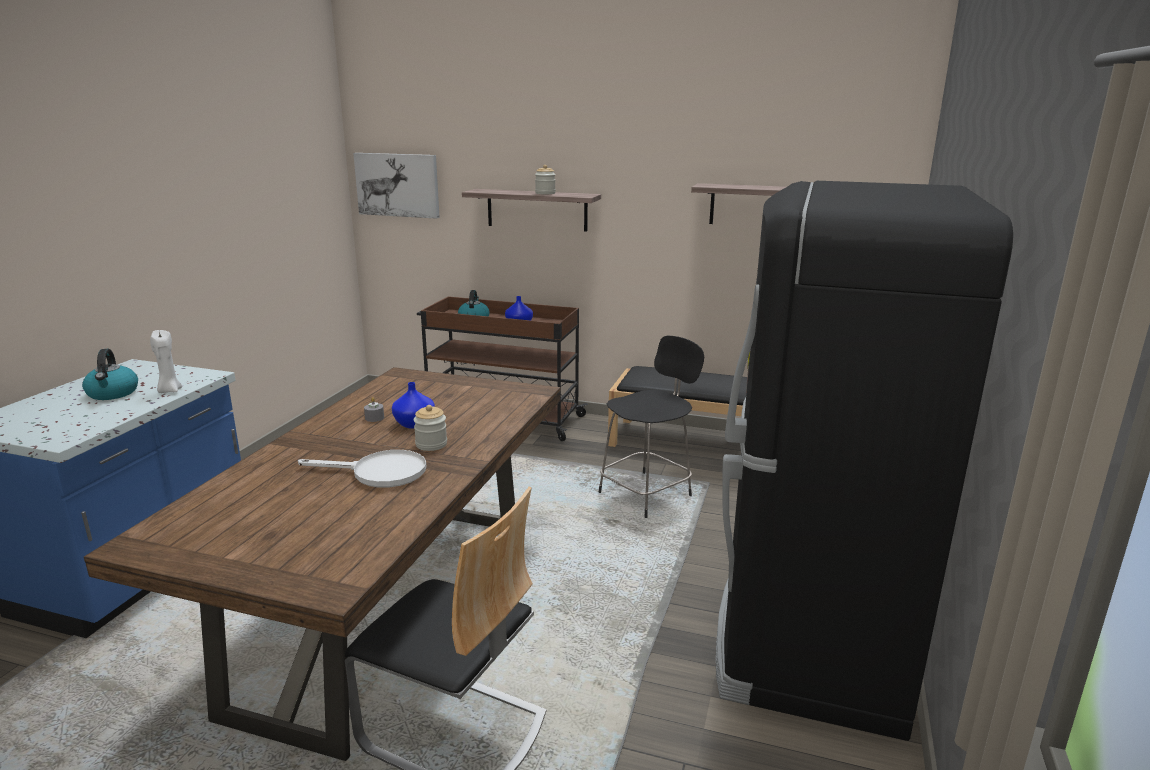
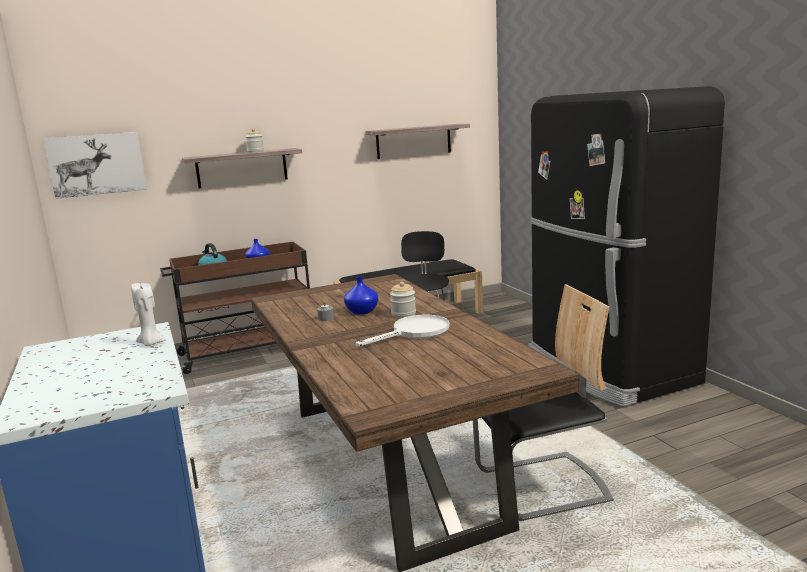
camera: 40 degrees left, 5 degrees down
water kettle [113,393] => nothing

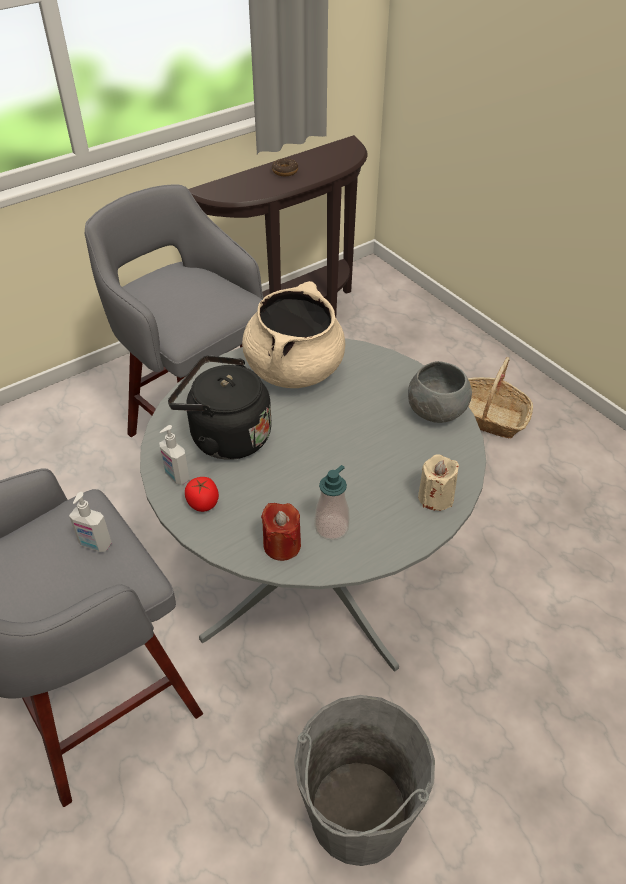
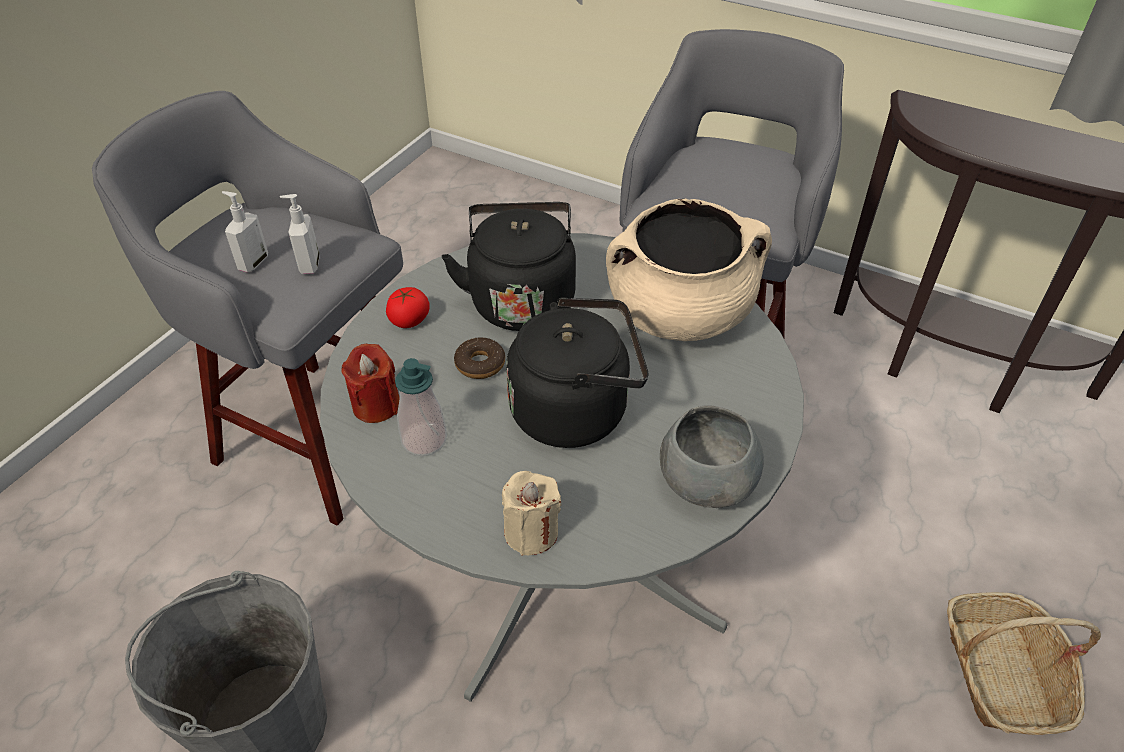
camera: 65 degrees right, 0 degrees up
liquid soap bottle [176,476] => liquid soap bottle [252,263], shifted
doughnut [285,171] => doughnut [480,364], shifted
nothing => black water kettle [576,410]

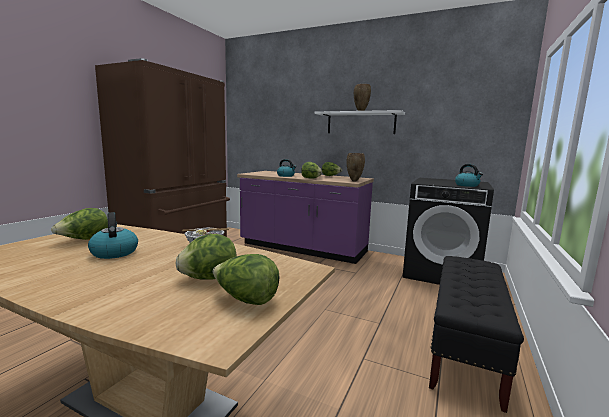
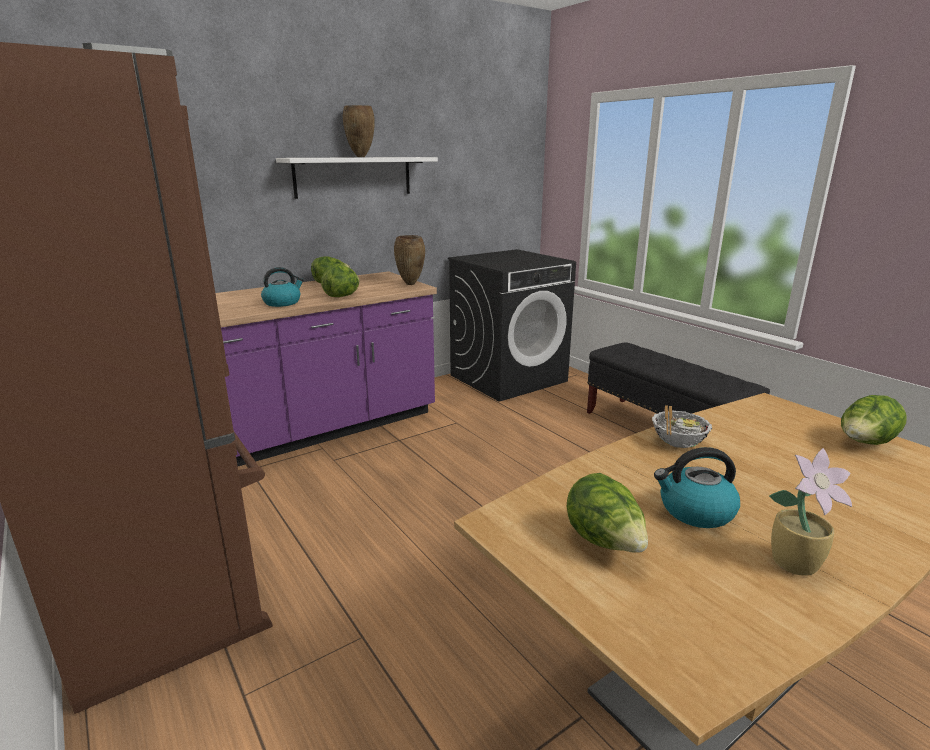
camera: 60 degrees left, 10 degrees up
lettuce head [209,278] => nothing
water kettle [467,185] => nothing
nothing => houseplant [797,563]

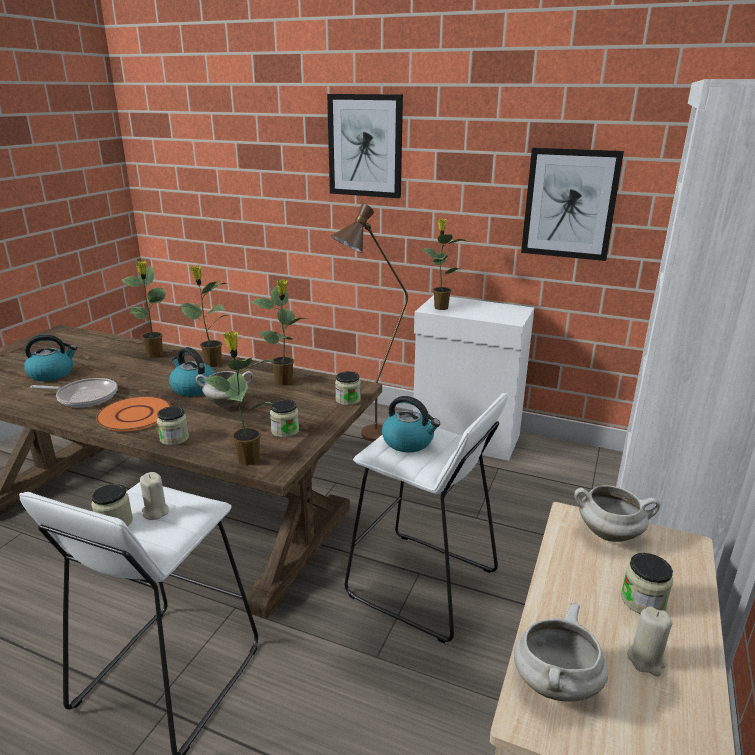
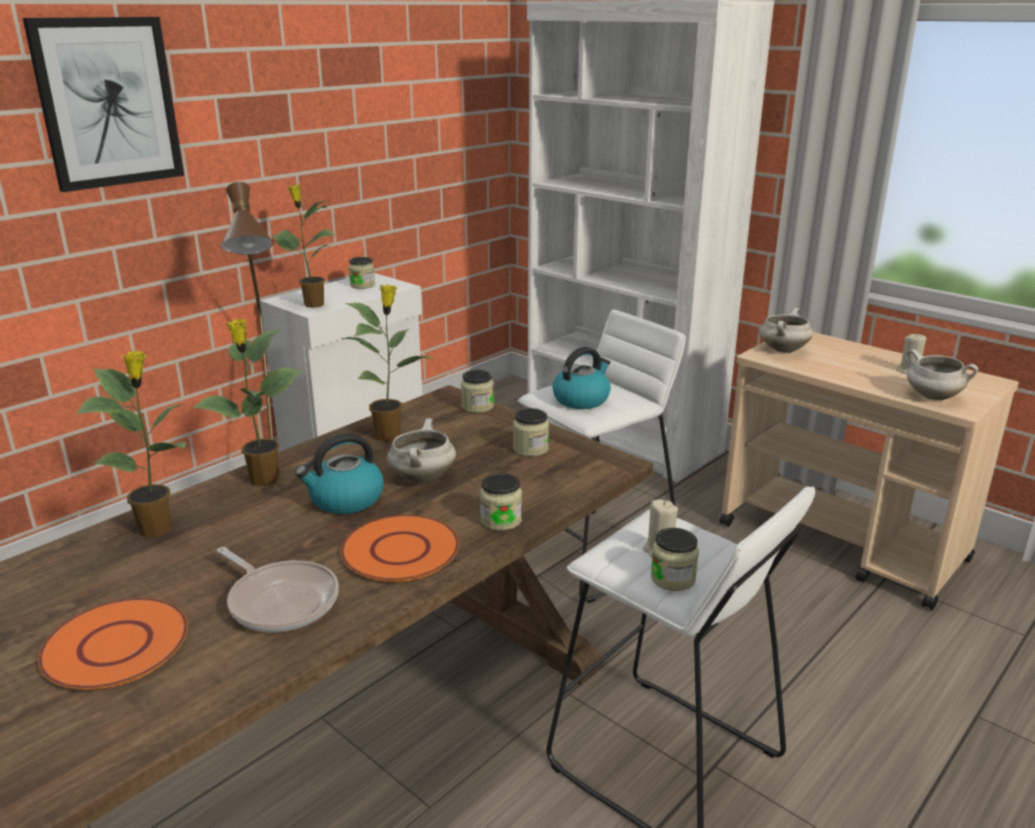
camera: 70 degrees left, 0 degrees up
water kettle [52,373] => orangey flat dish [115,646]
pan [84,397] => pan [280,601], 105 degrees clockwise
houseplant [247,459] => nothing
wall picture [570,204] => nothing
storage jar [643,601] => storage jar [362,285], shifted

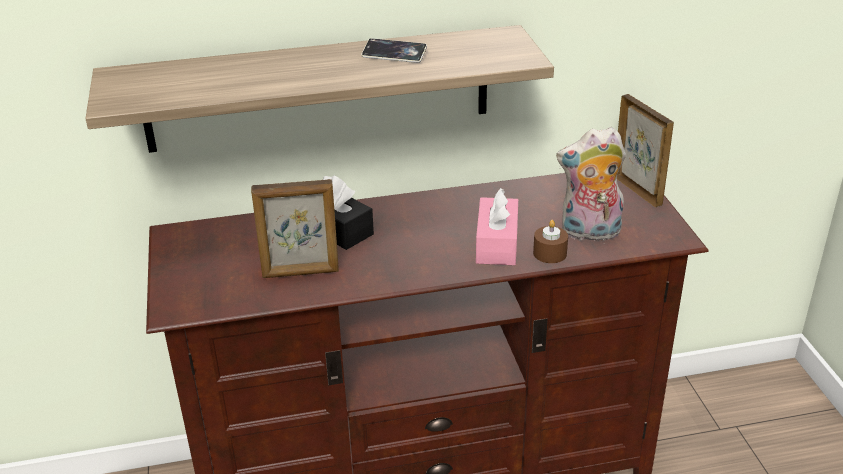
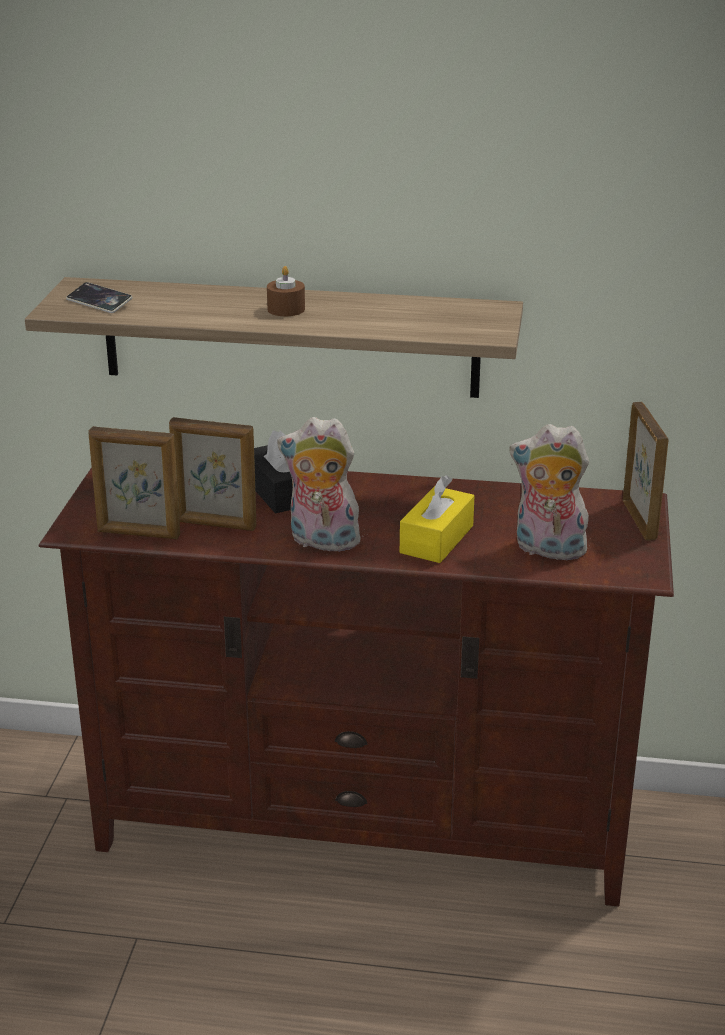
camera: 20 degrees right, 5 degrees down
phone [394,55] => phone [99,302], shifted
pink box of tissues [497,243] => yellow box of tissues [436,539]
brown candle [550,253] => brown candle [286,309], shifted
nothing => photo frame [138,534]
nothing => cuddly toy [321,542]

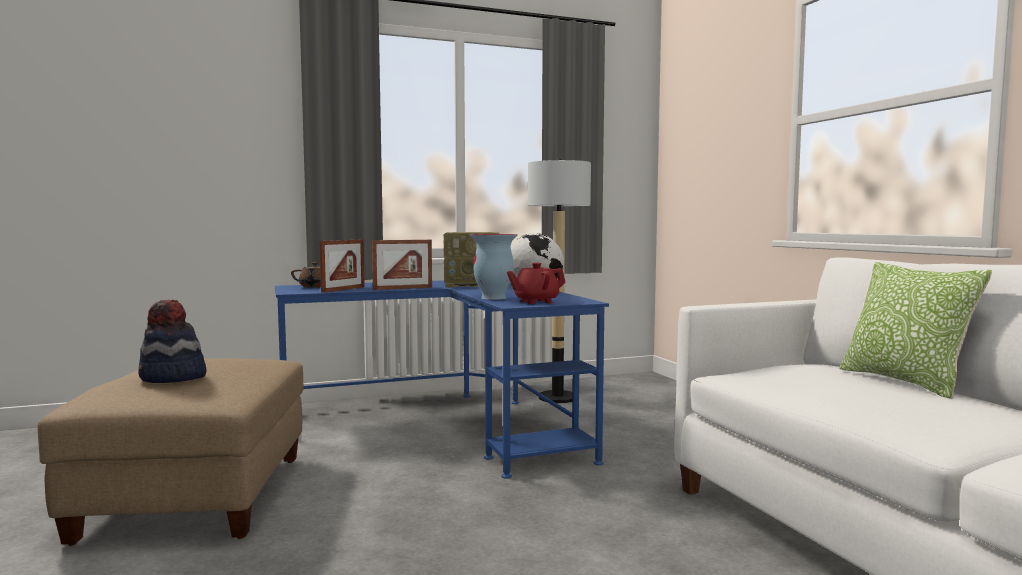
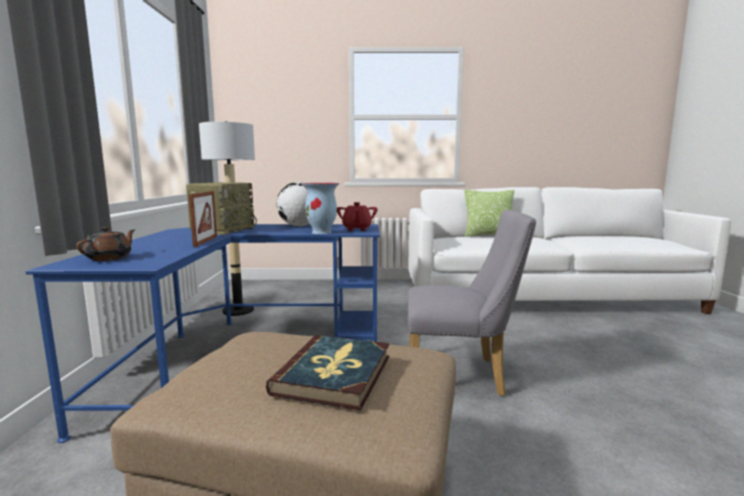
camera: 70 degrees left, 5 degrees up
hat [172,378] => volume [335,374]
photo frame [343,289] => nothing
nothing => greyish upright chair [461,376]

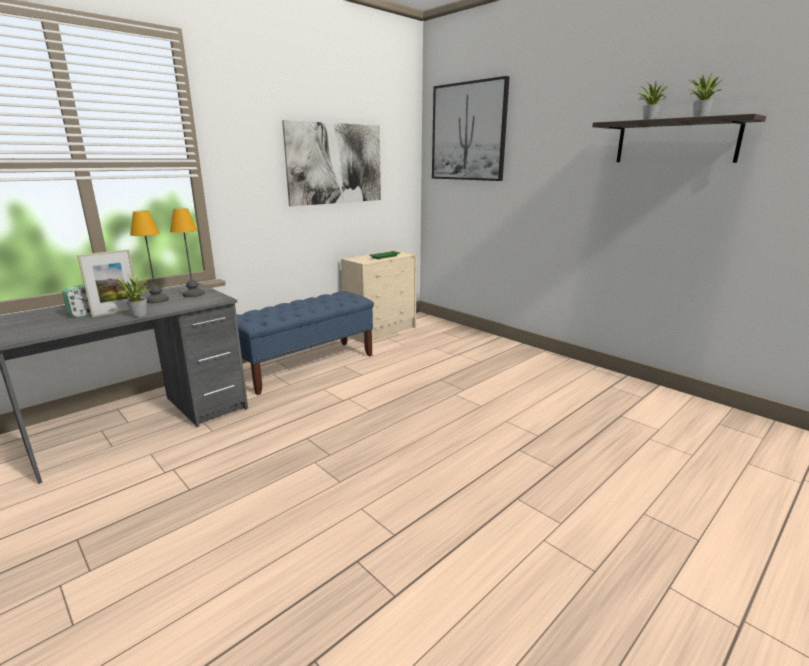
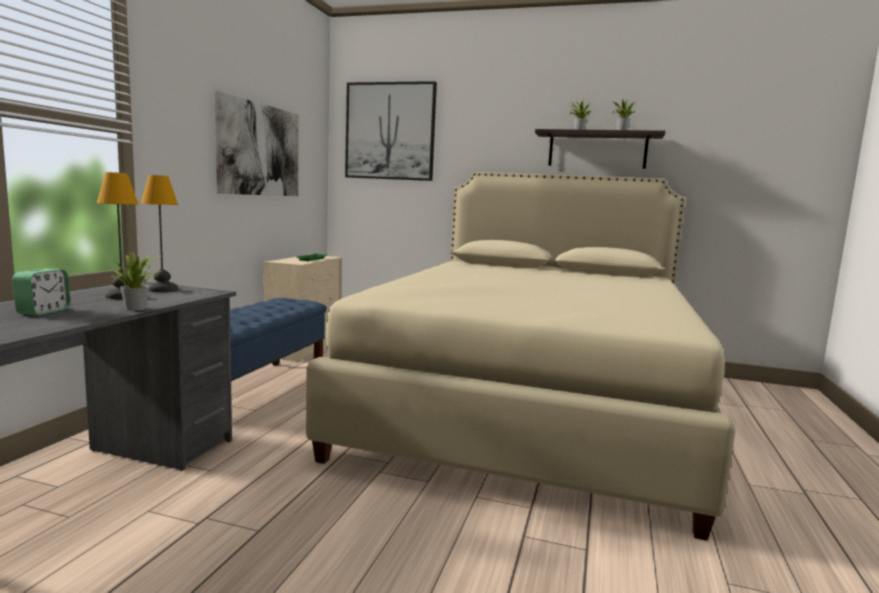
camera: 30 degrees left, 10 degrees down
photo frame [116,312] => nothing
nothing => sand-coloured sleeping bed [529,404]

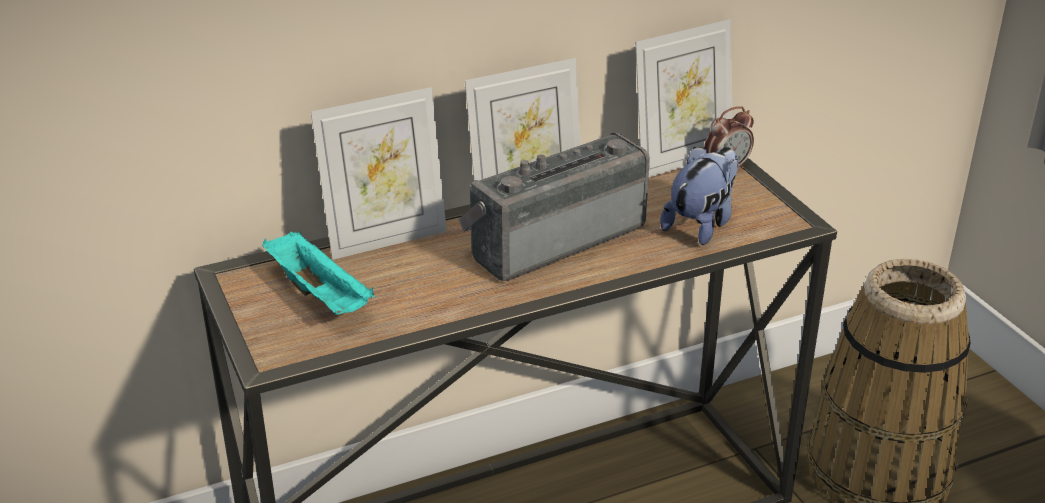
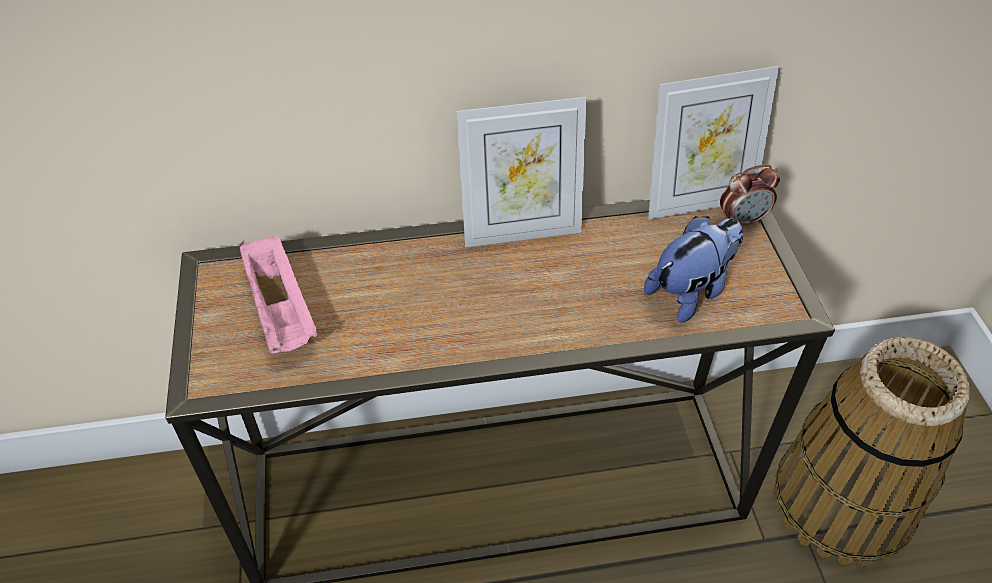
camera: 15 degrees right, 15 degrees up
blue-green tray [321,295] => pink tray [282,311]
photo frame [386,239] => nothing
radio set [554,238] => nothing

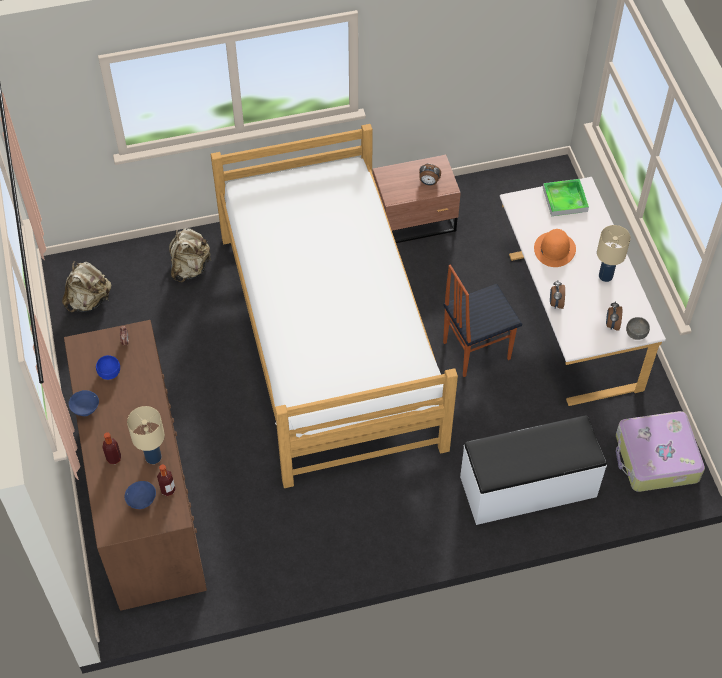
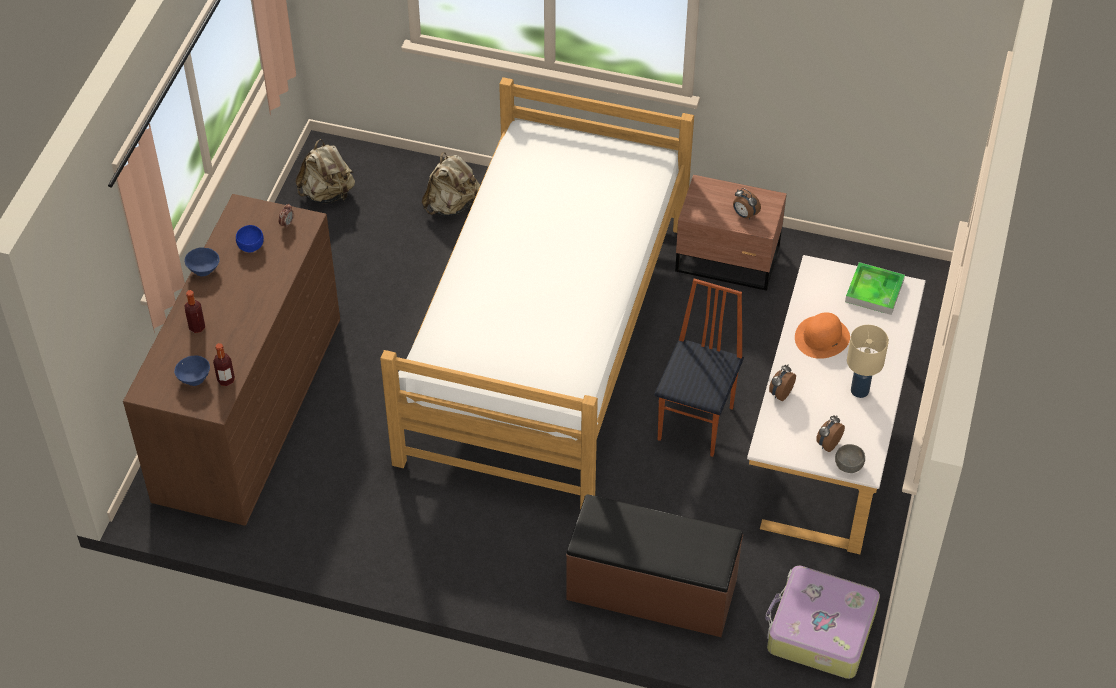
camera: 30 degrees right, 5 degrees down
sand-coloured lamp for a table [153,456] => nothing
upright chair [475,350] => upright chair [697,423], 105 degrees clockwise
white bench [528,487] => brown bench [651,590]

